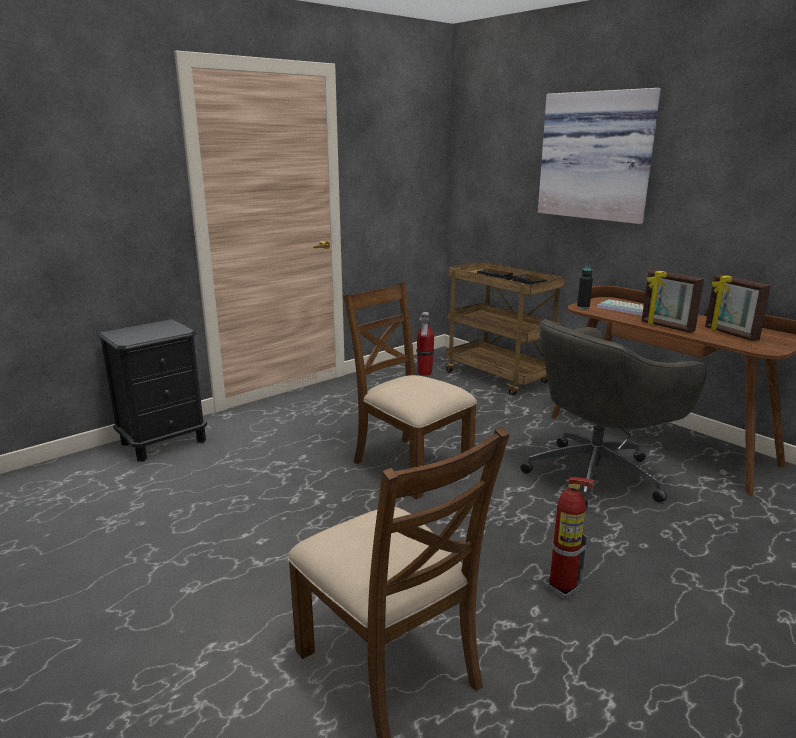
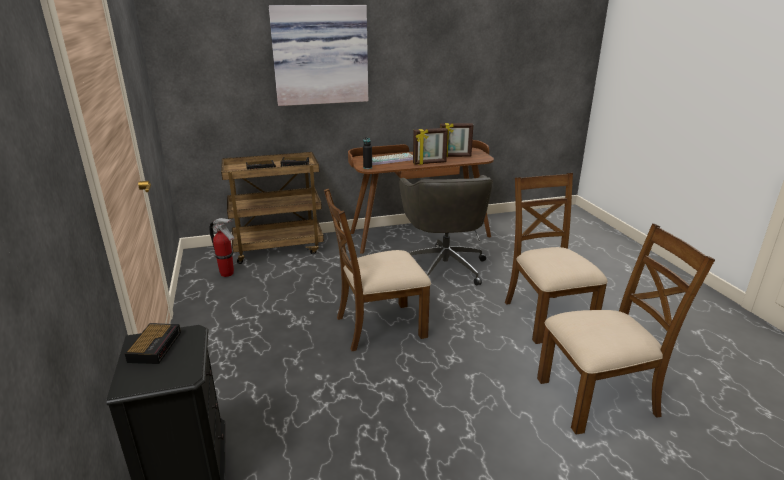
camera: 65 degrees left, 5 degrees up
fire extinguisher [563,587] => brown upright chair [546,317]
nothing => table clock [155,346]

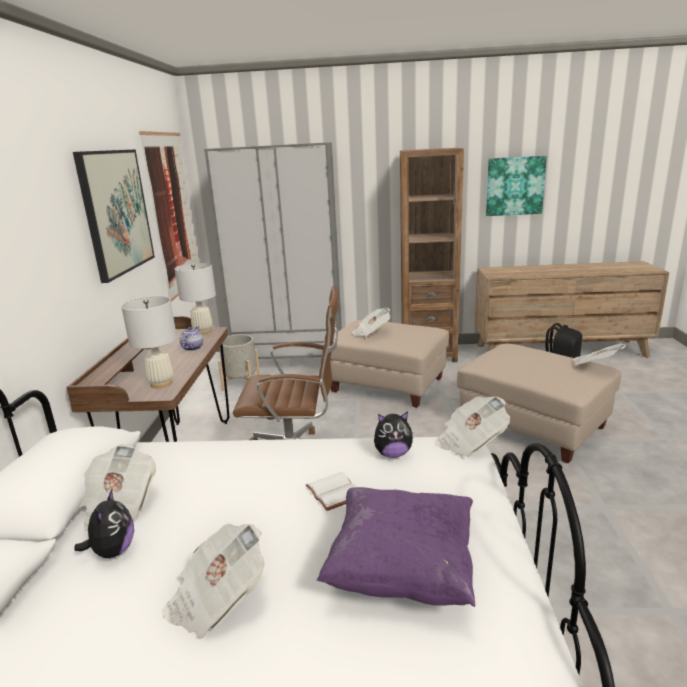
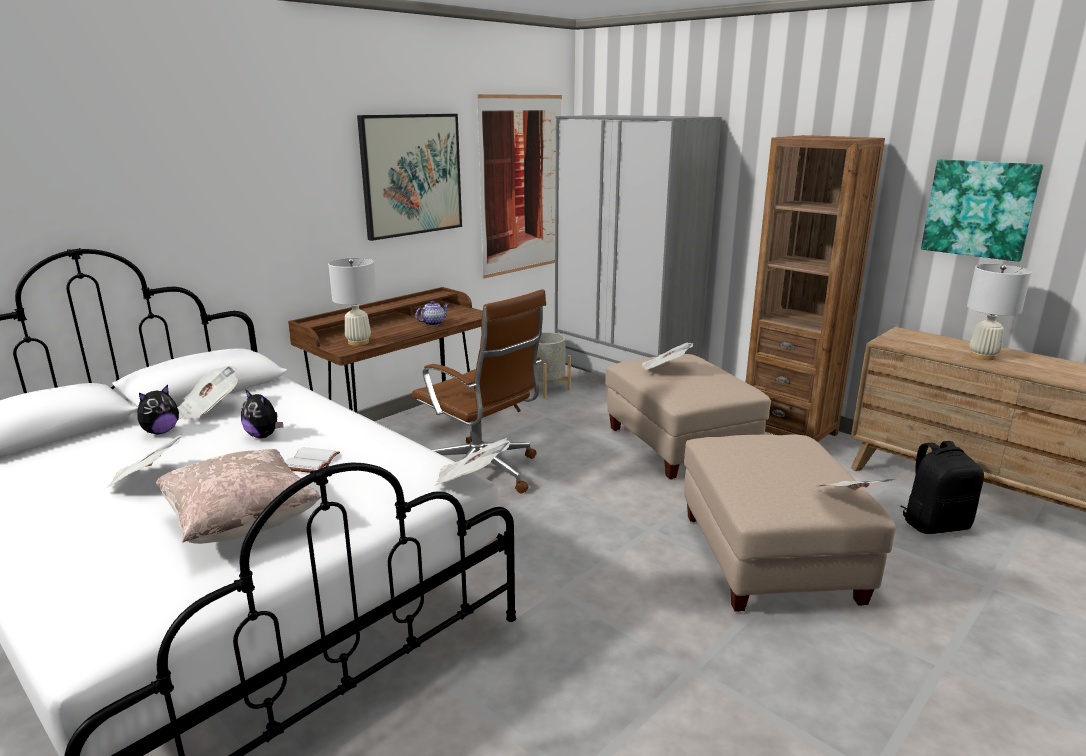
camera: 40 degrees right, 0 degrees up
white lamp for a table [203,331] => white lamp for a table [982,356], shifted
purple throw pillow [402,570] => sand-coloured throw pillow [242,523]
cuddly toy [393,454] => cuddly toy [264,435], shifted

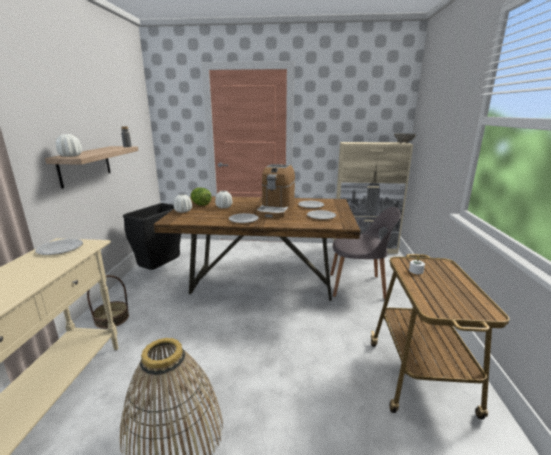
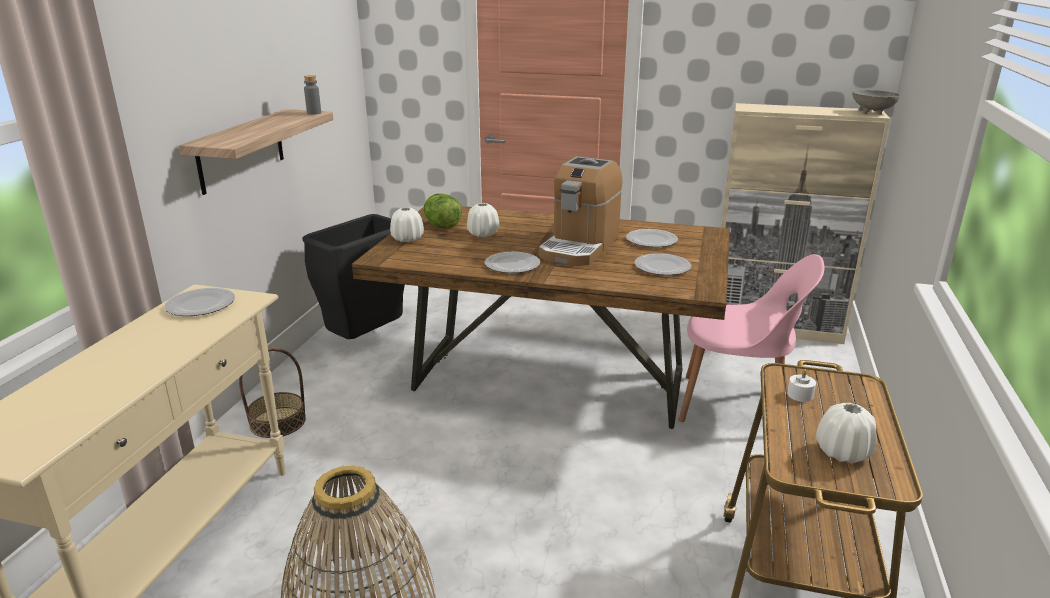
camera: 10 degrees right, 5 degrees up
white flower vase [70,156] => white flower vase [842,452], shifted
greyish upright chair [358,286] => pink upright chair [736,406]

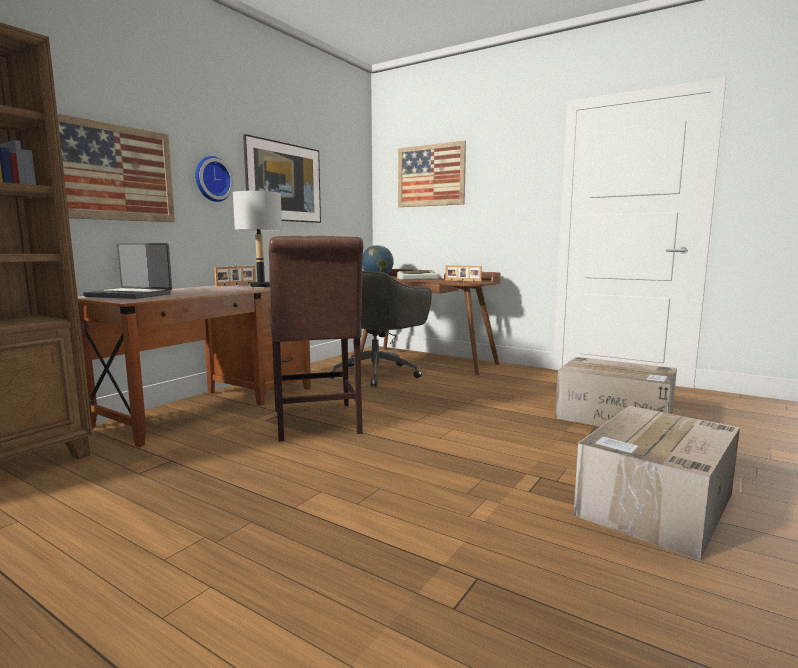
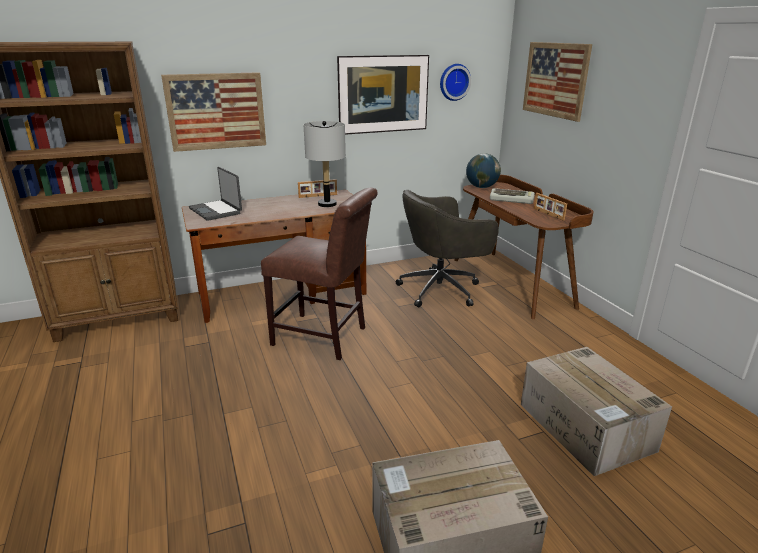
camera: 35 degrees right, 15 degrees up
clock on the wall [212,179] => clock on the wall [454,82], shifted
brown upright chair [316,423] => brown upright chair [324,337], 90 degrees counterclockwise

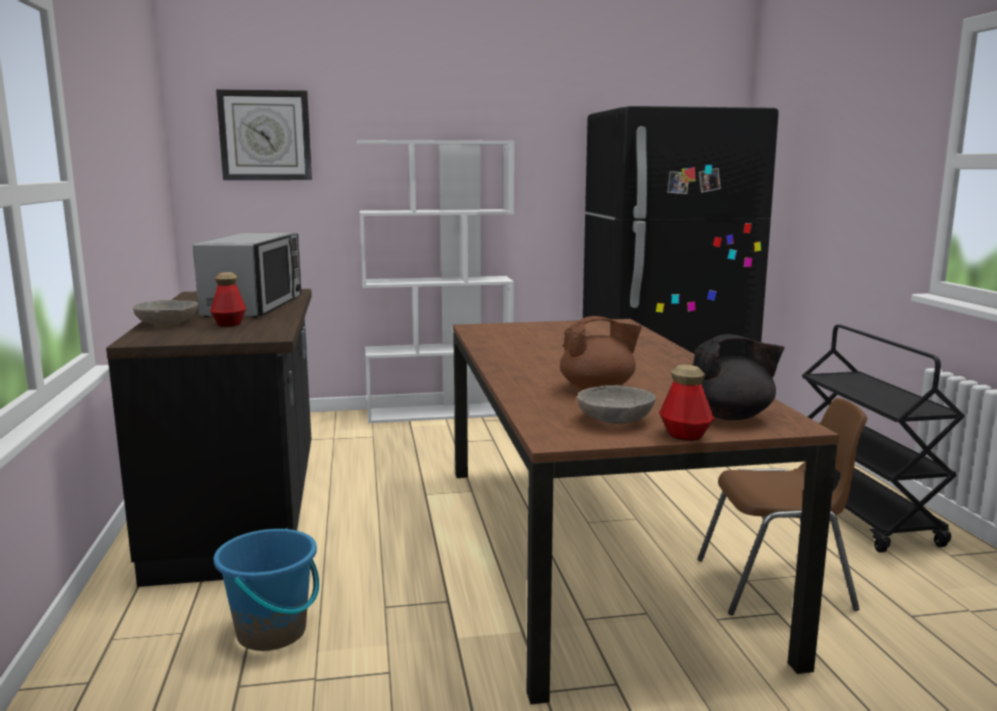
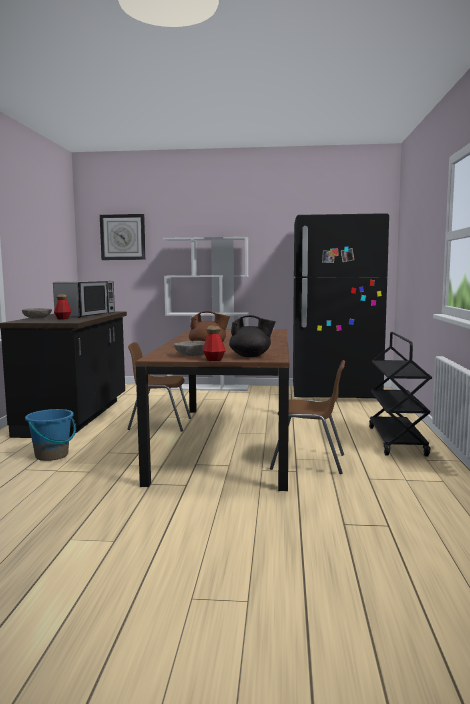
camera: 15 degrees right, 5 degrees down
nothing => brown upright chair [159,424]

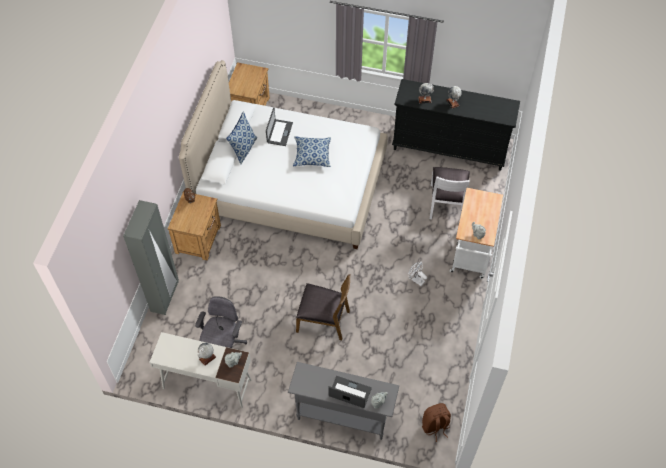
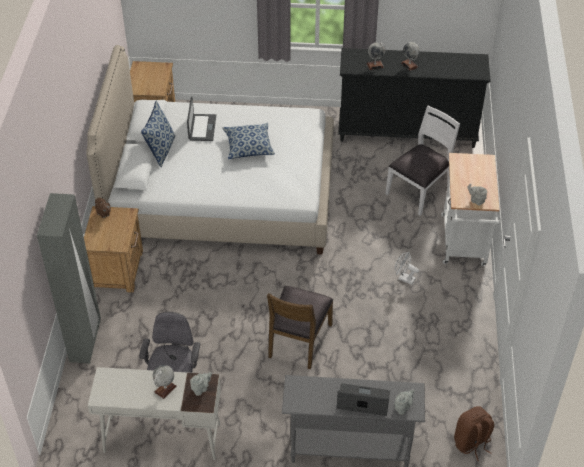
camera: 10 degrees left, 10 degrees down
brown upright chair [323,320] => brown upright chair [299,340], 105 degrees clockwise
white upright chair [446,203] => white upright chair [419,190], 135 degrees counterclockwise

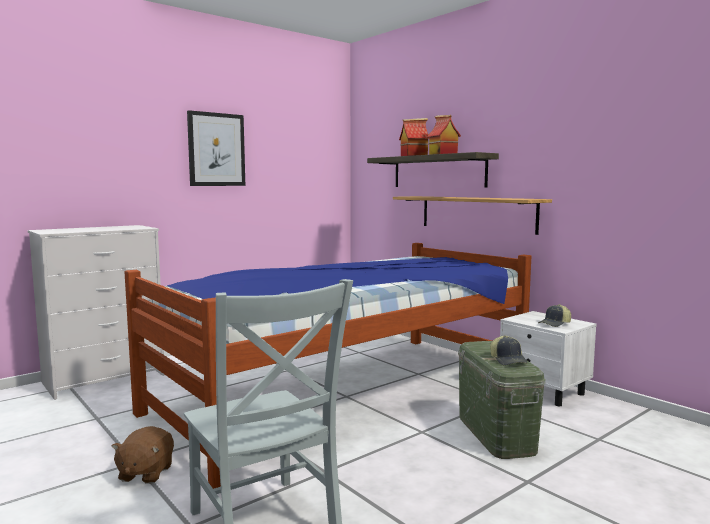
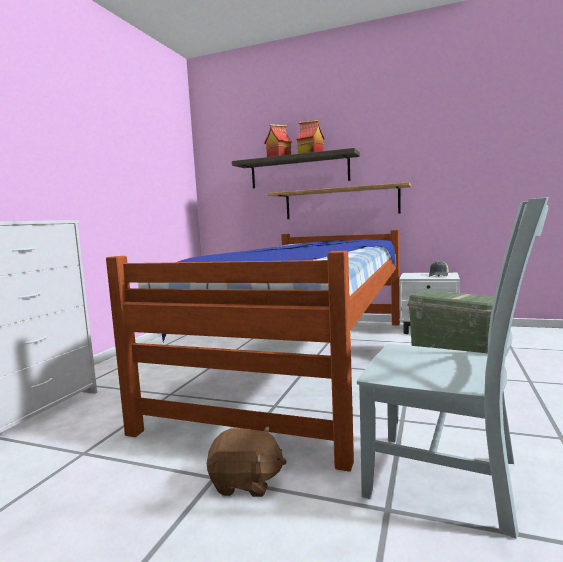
camera: 30 degrees left, 0 degrees up
brown cuddly toy [145,473] => brown cuddly toy [246,482], 60 degrees counterclockwise
wall picture [216,149] => nothing
cap [508,360] => nothing

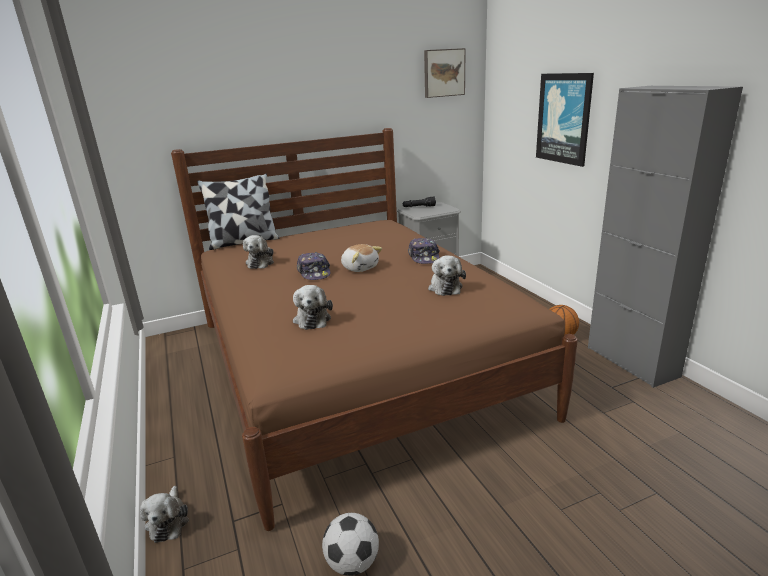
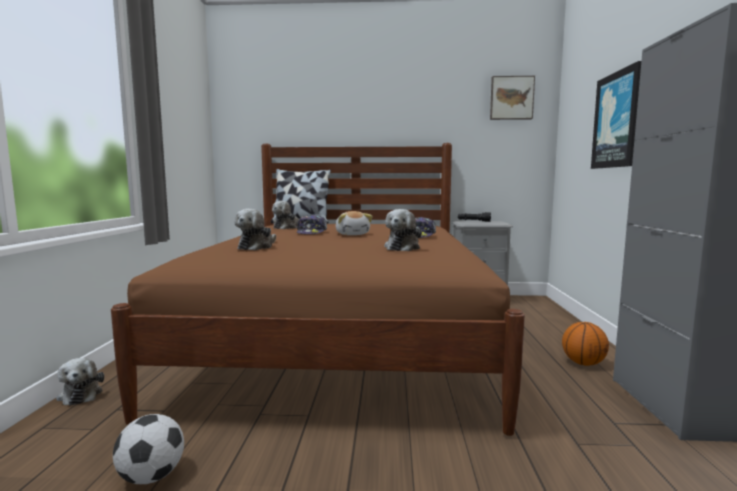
camera: 25 degrees right, 15 degrees down
cuddly toy [168,521] => cuddly toy [81,394], 45 degrees counterclockwise

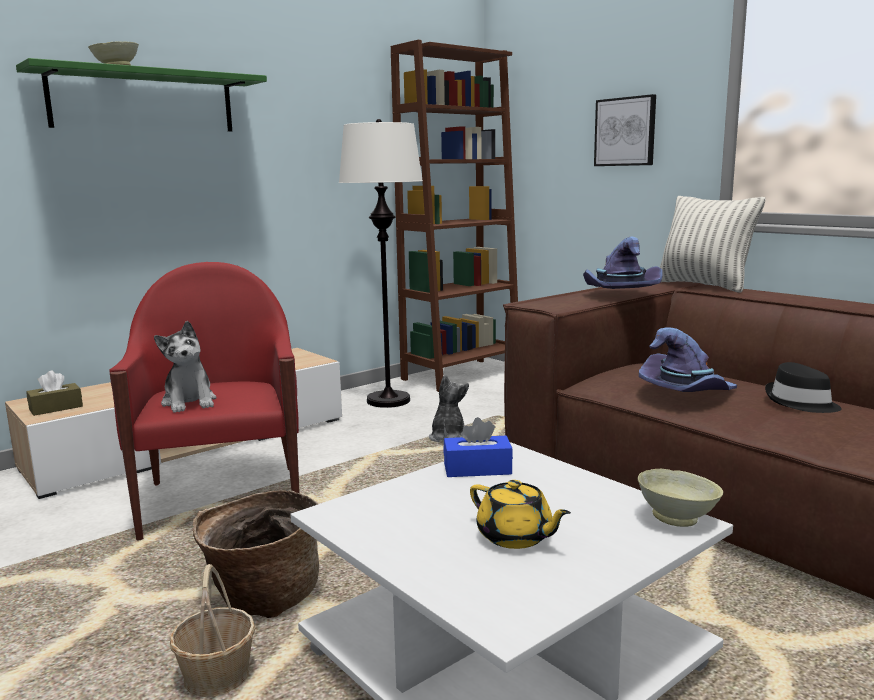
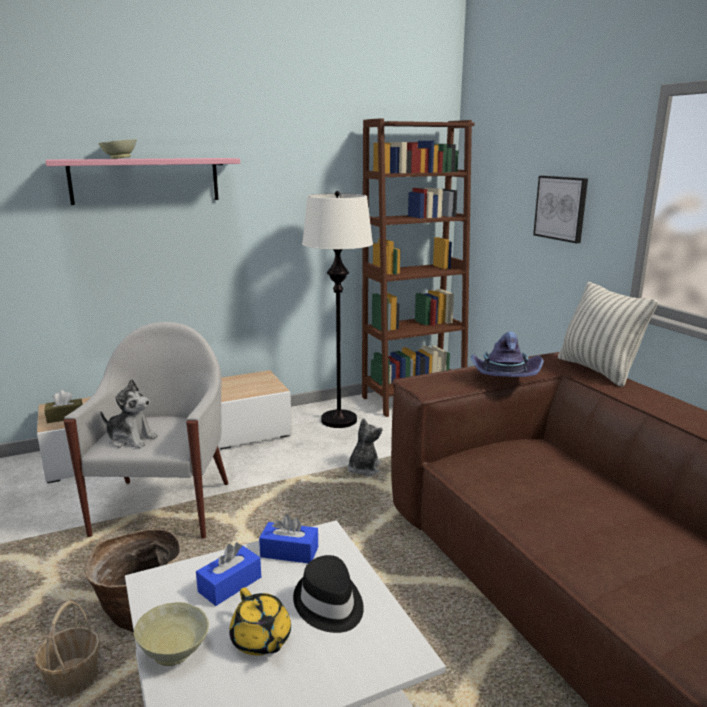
camera: 15 degrees right, 5 degrees up
greenish bracket shelf [144,101] => pink bracket shelf [145,180]
reddish easy chair [224,499] => white easy chair [164,507]
cuddly toy [189,402] => cuddly toy [131,439], 60 degrees counterclockwise
sand-coloured bowl [678,519] => sand-coloured bowl [175,653], shifted
purple hat [685,393] => nothing
black hat [800,402] => black hat [329,604], shifted
nothing => blue-coloured box of tissues [230,584]

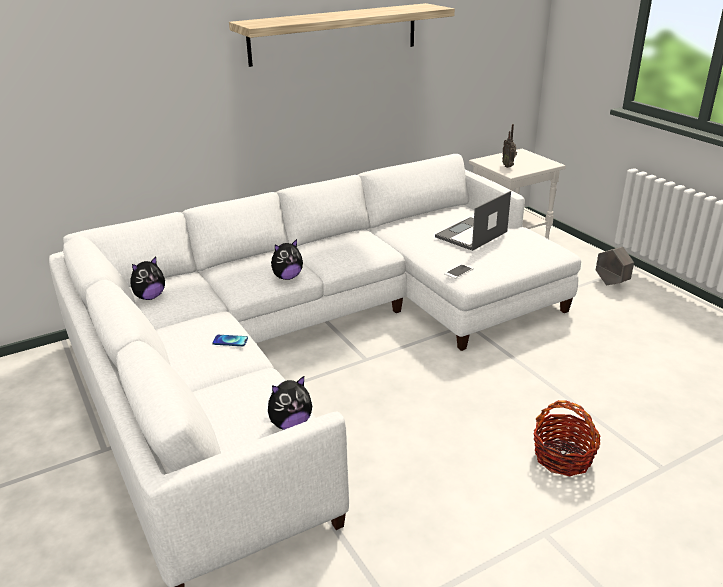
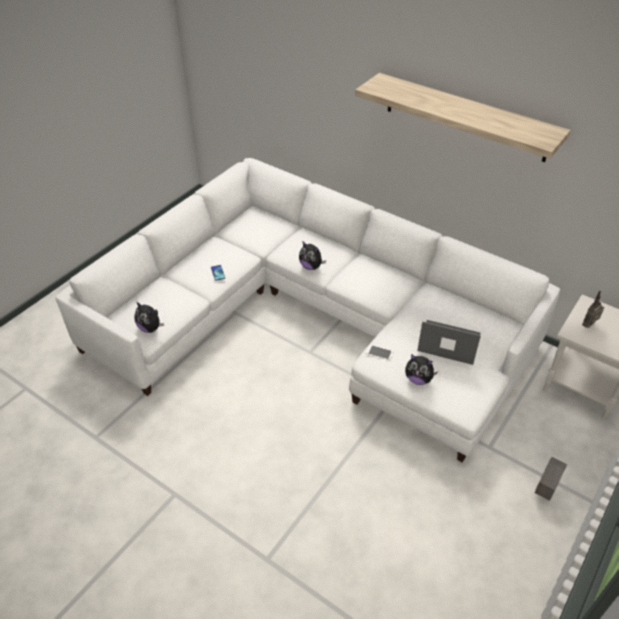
camera: 65 degrees right, 15 degrees up
cuddly toy [149,297] => cuddly toy [418,379], shifted
storage basket [563,457] => nothing

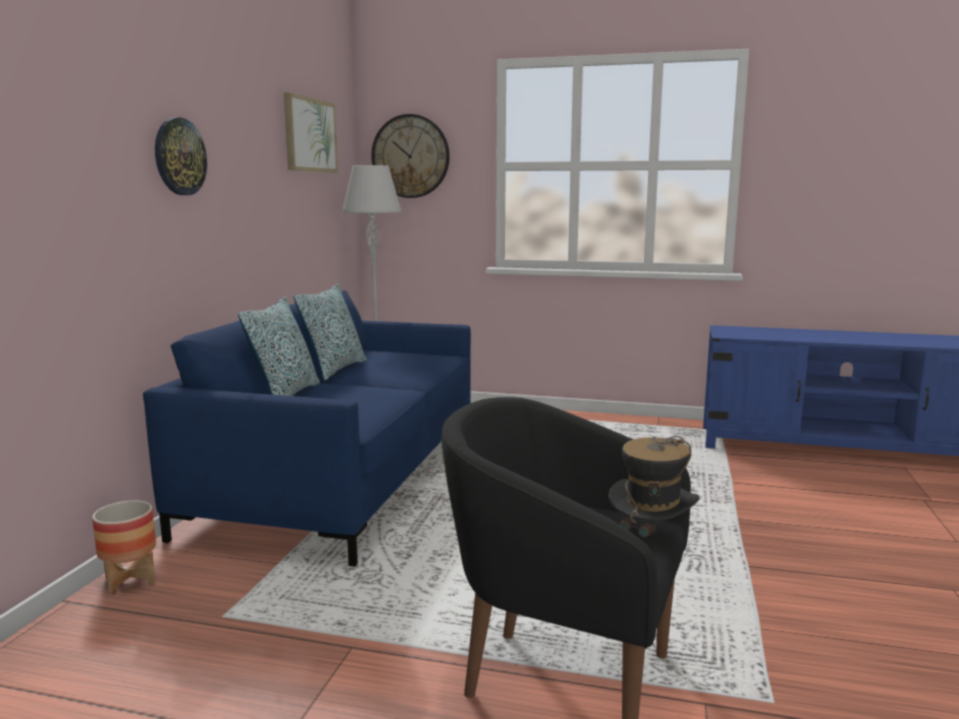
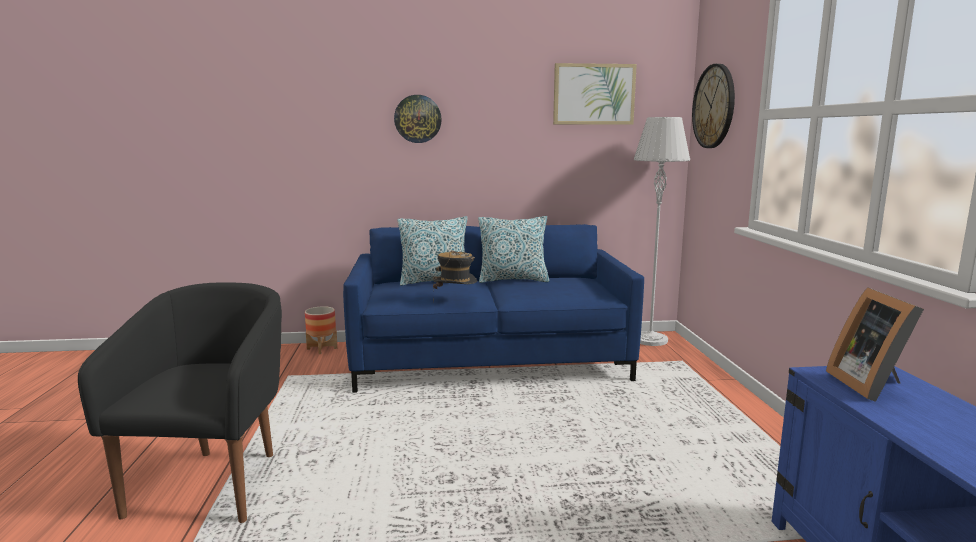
camera: 70 degrees right, 0 degrees up
hat [650,544] => hat [455,301], shifted
nothing => photo frame [871,385]

